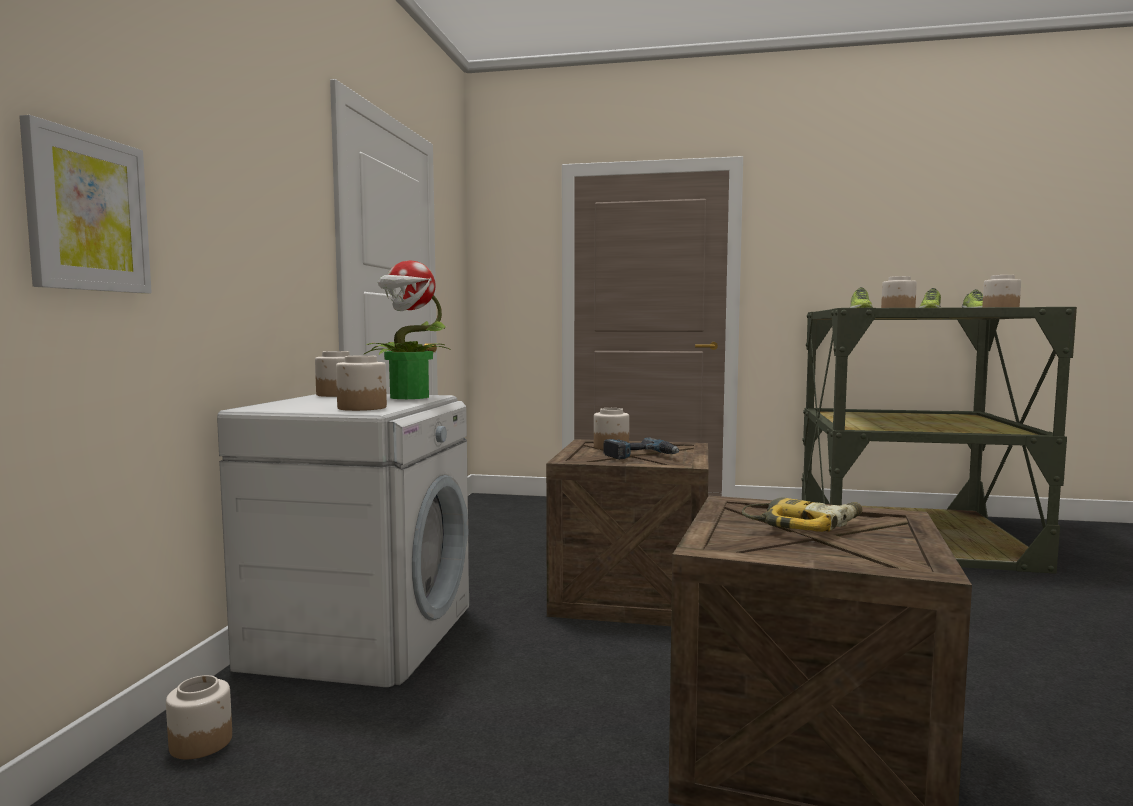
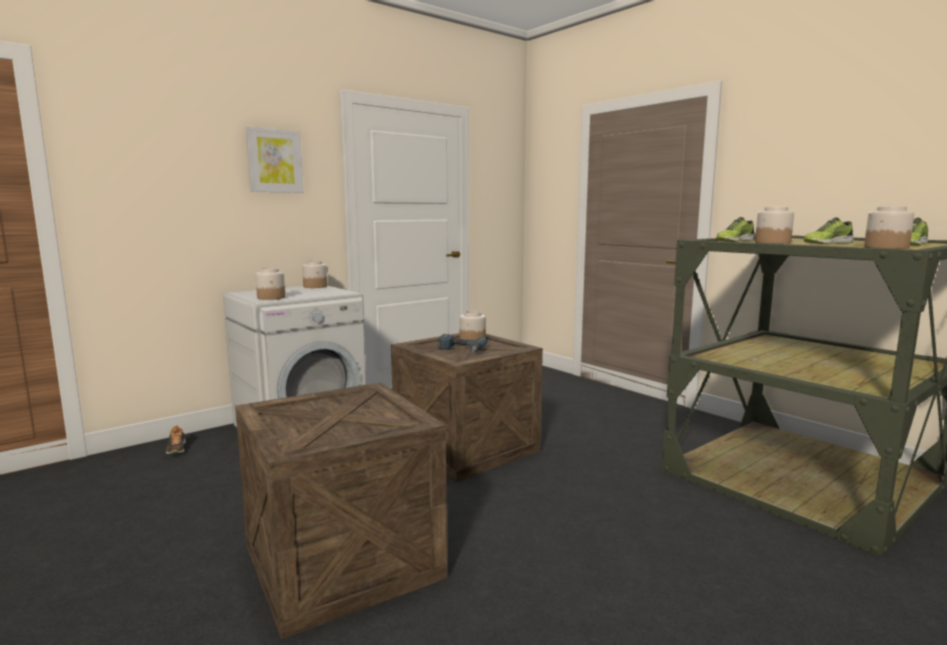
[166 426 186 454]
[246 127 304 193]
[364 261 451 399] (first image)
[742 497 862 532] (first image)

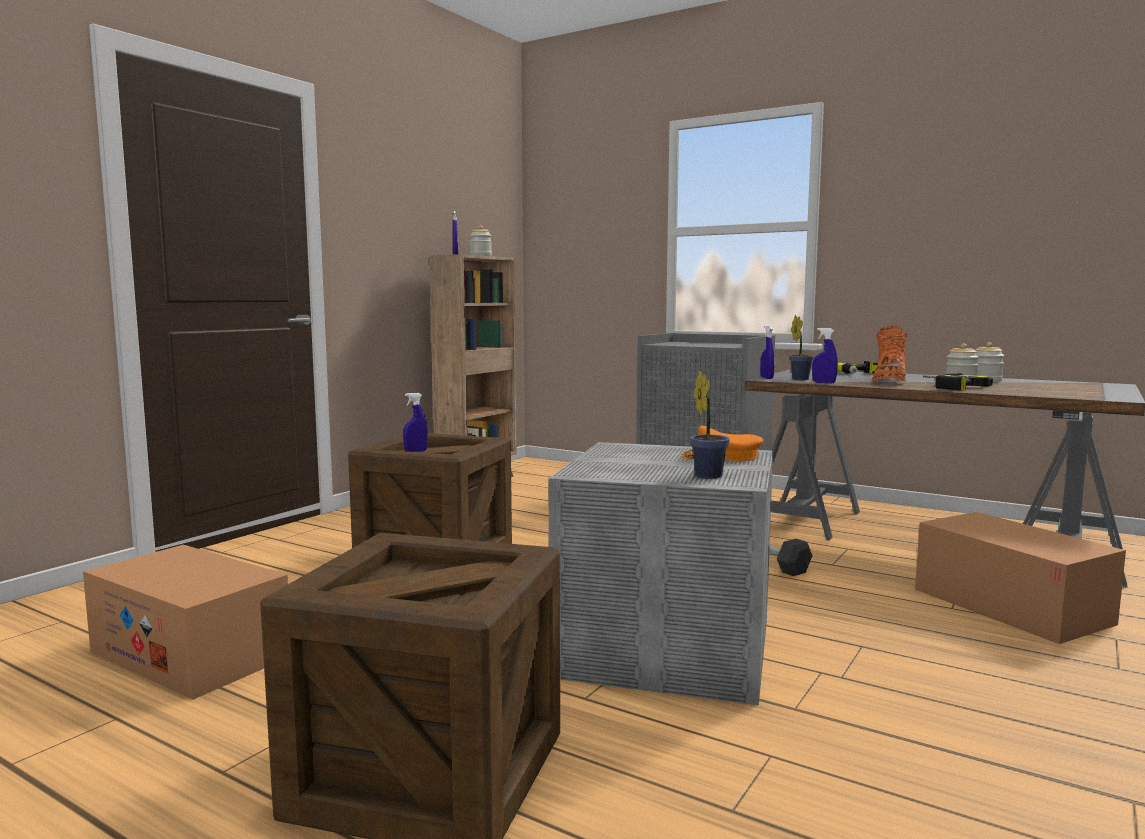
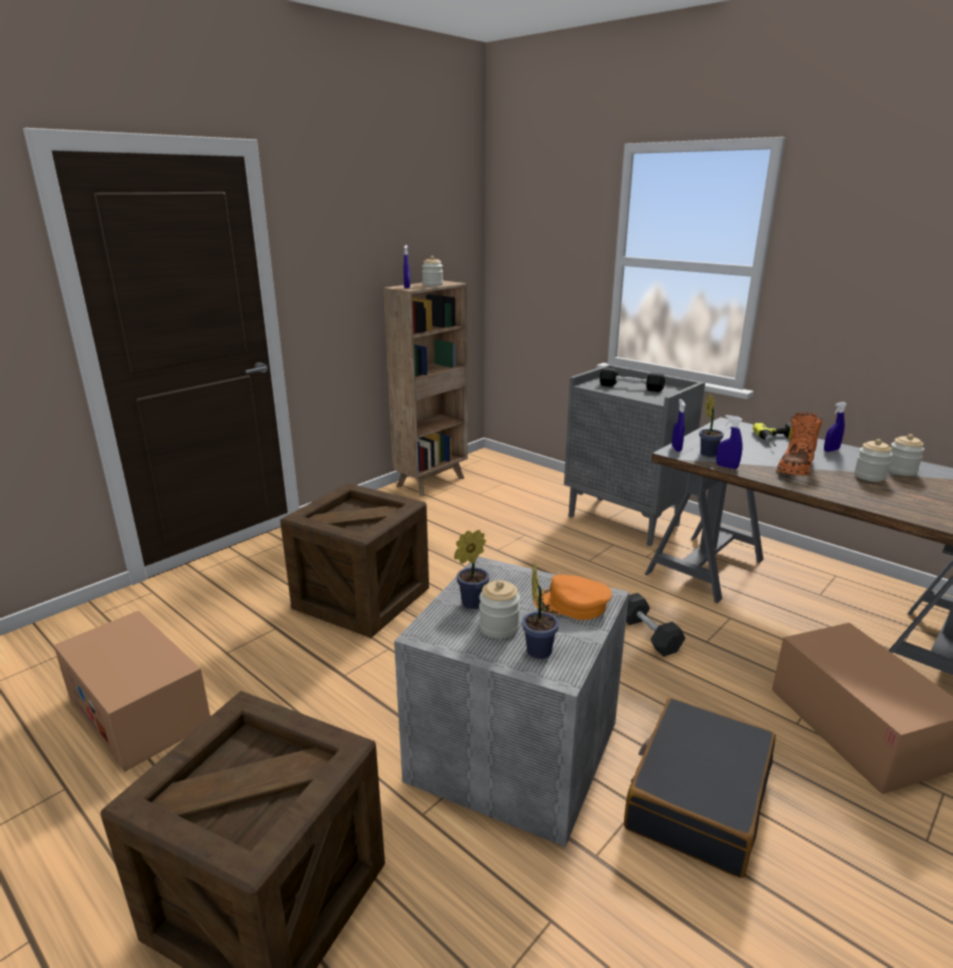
[454 530 489 609]
[479 580 520 639]
[599 368 665 392]
[624 698 776 878]
[824 402 847 452]
[923 373 993 391] (first image)

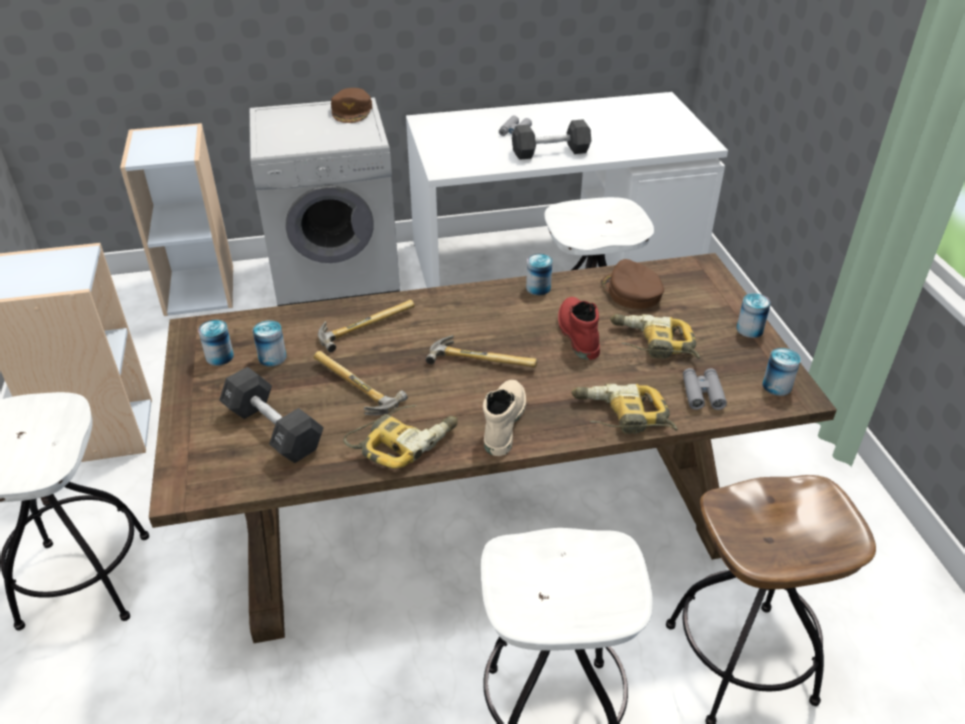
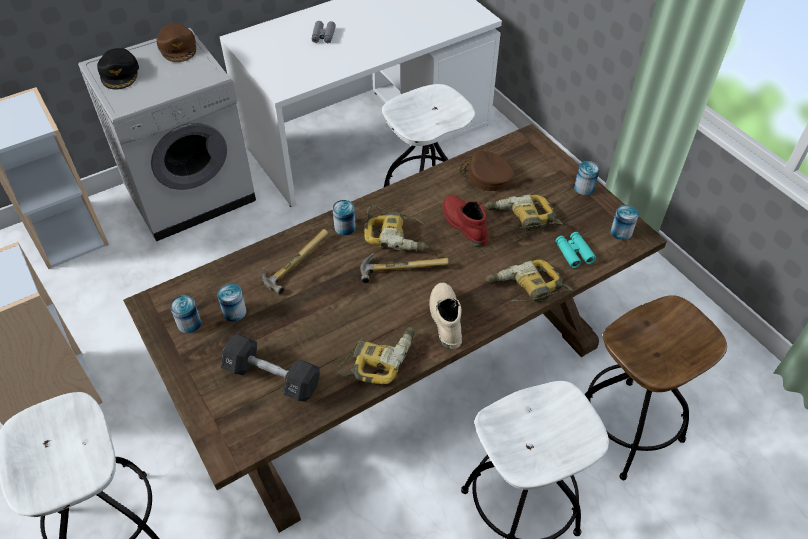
[97 48 139 89]
[333 200 356 235]
[364 205 429 252]
[556 232 596 268]
[313 351 408 415] (first image)
[512 119 591 160] (first image)

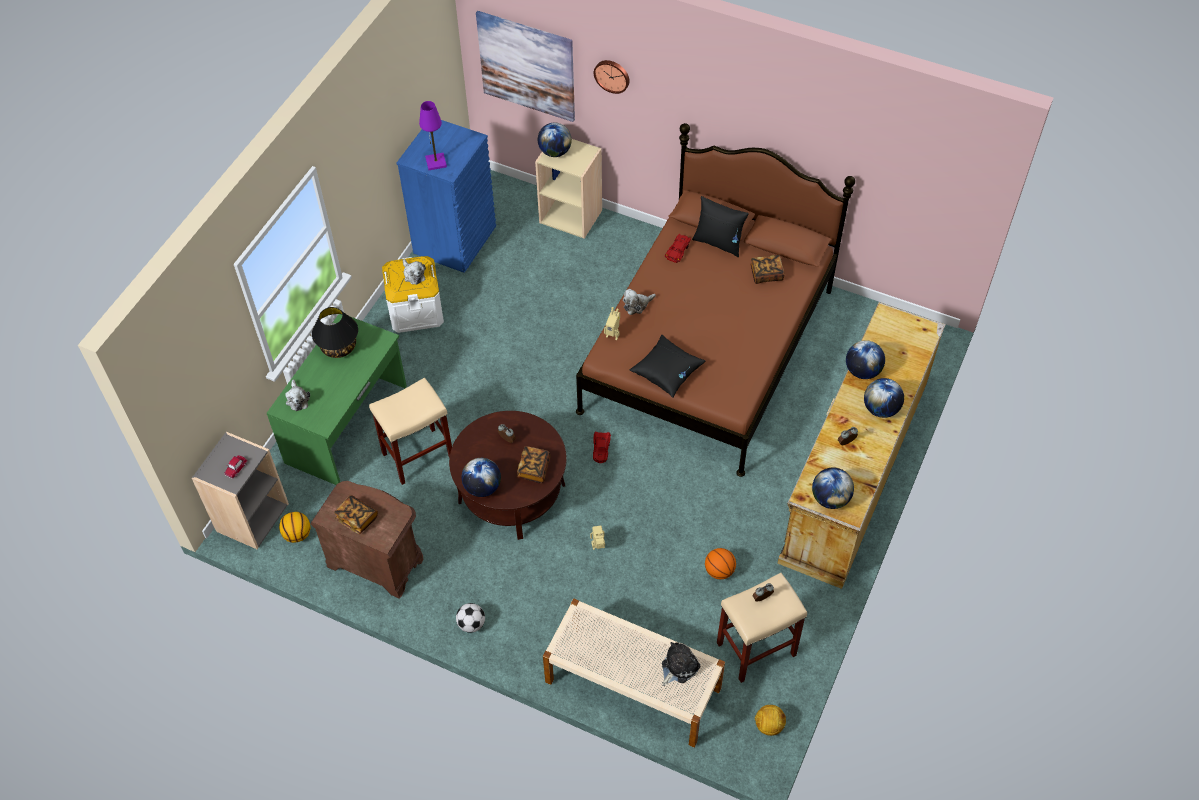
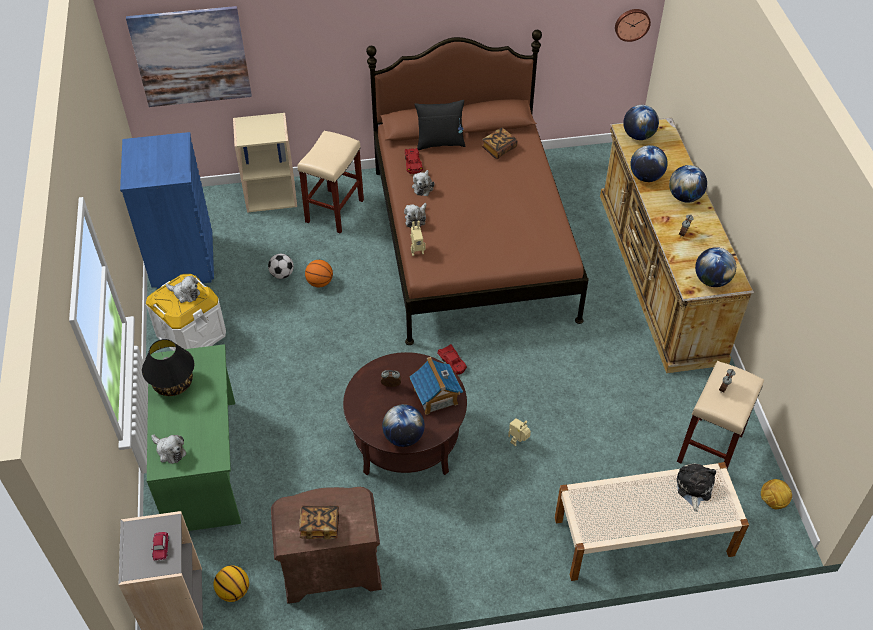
[268 254 294 279]
[297 131 364 234]
[305 260 333 287]
[409 357 463 415]
[412 170 435 196]
[615 9 651 42]
[623 105 659 140]
[419 101 447 170] (first image)
[630 335 705 398] (first image)

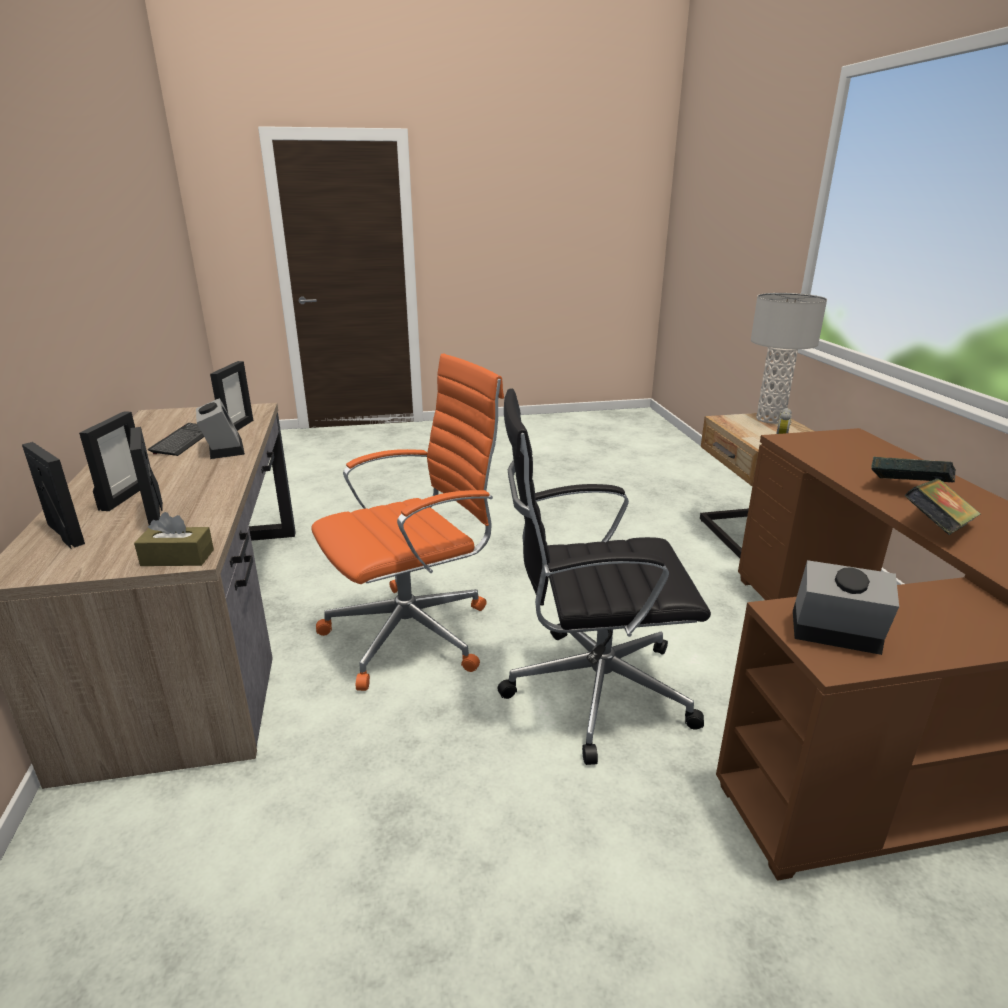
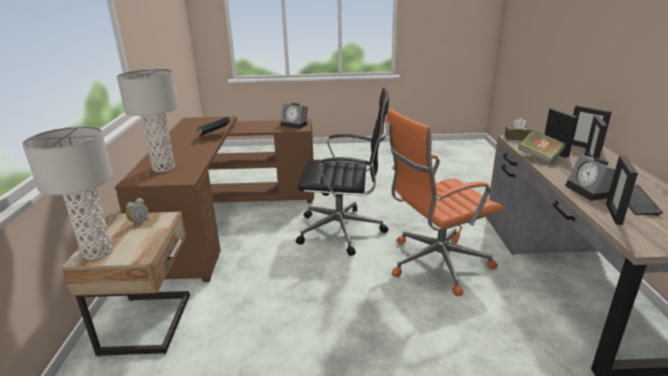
[117 69 178 172]
[518 130 566 164]

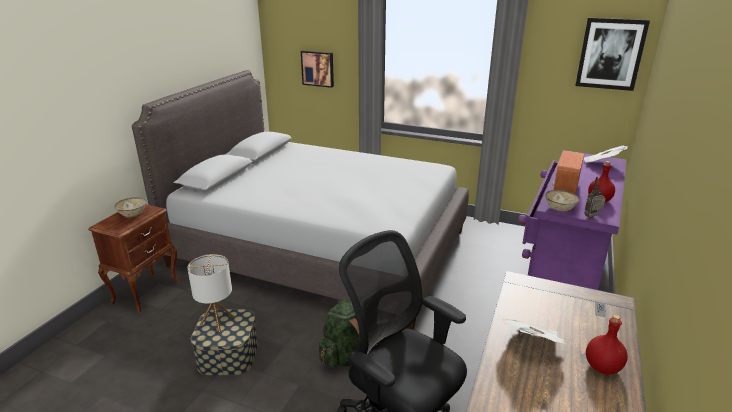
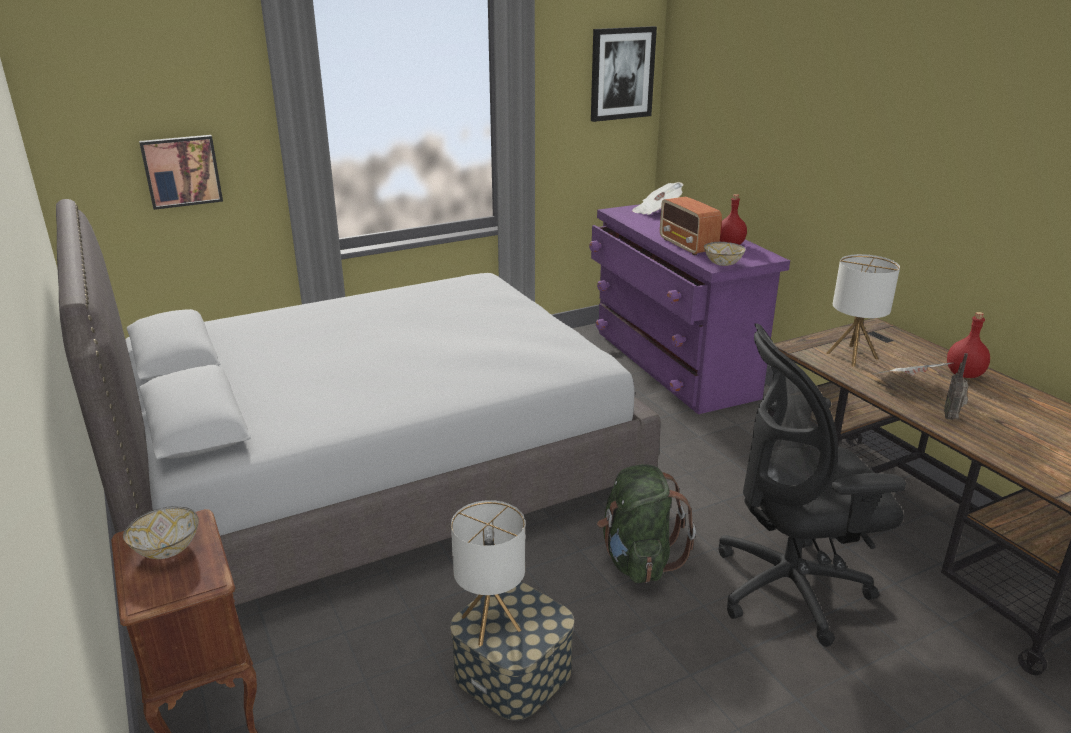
[826 254 900 367]
[944 353 968 420]

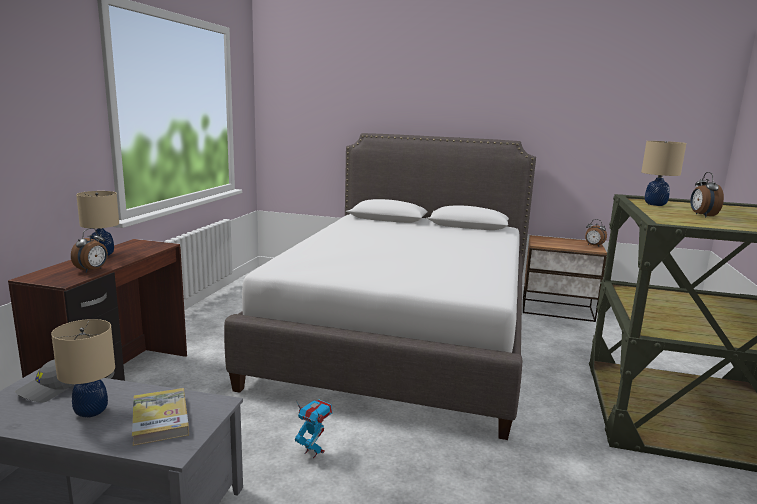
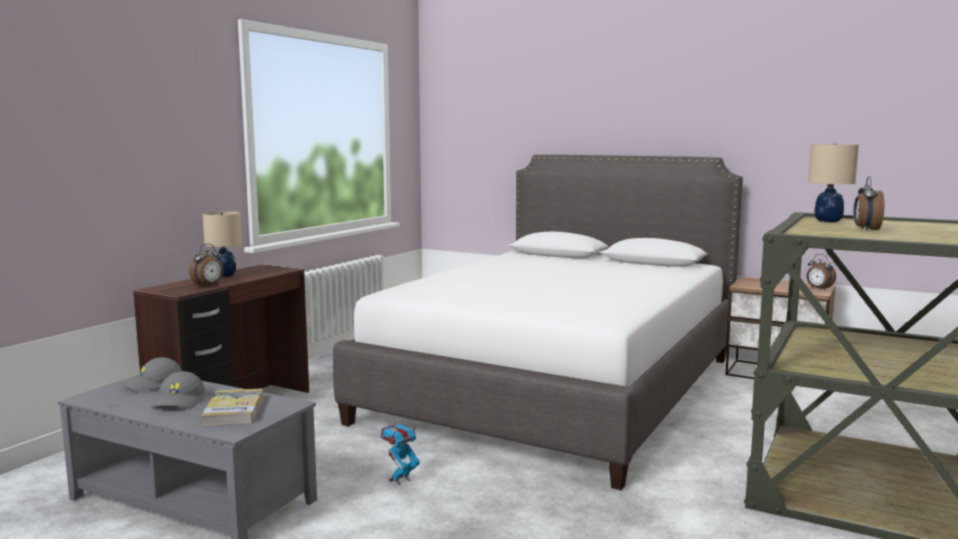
[151 371 205 408]
[380 420 420 485]

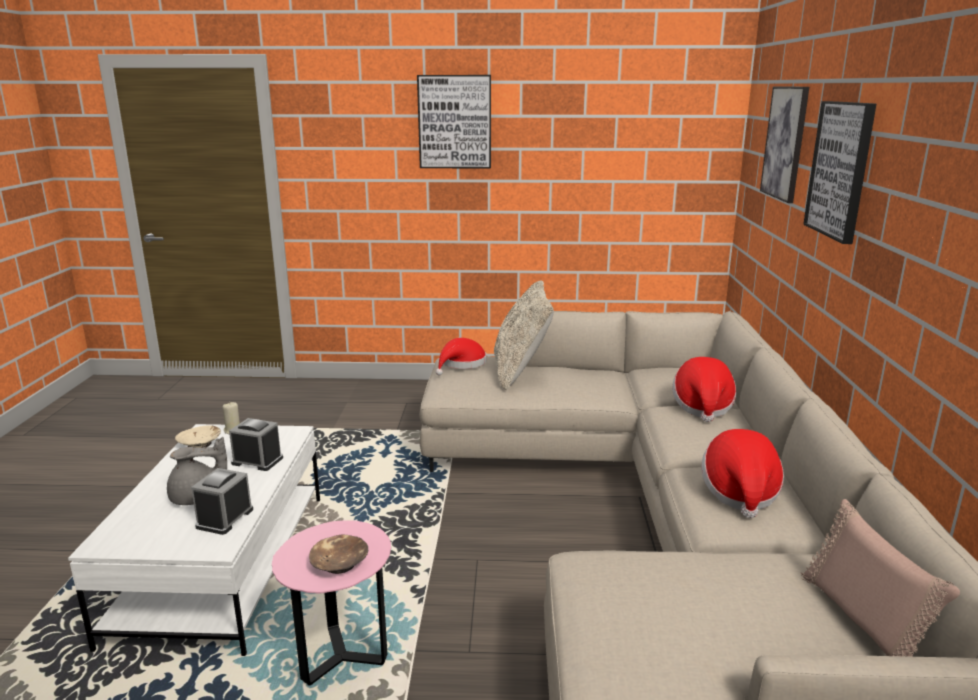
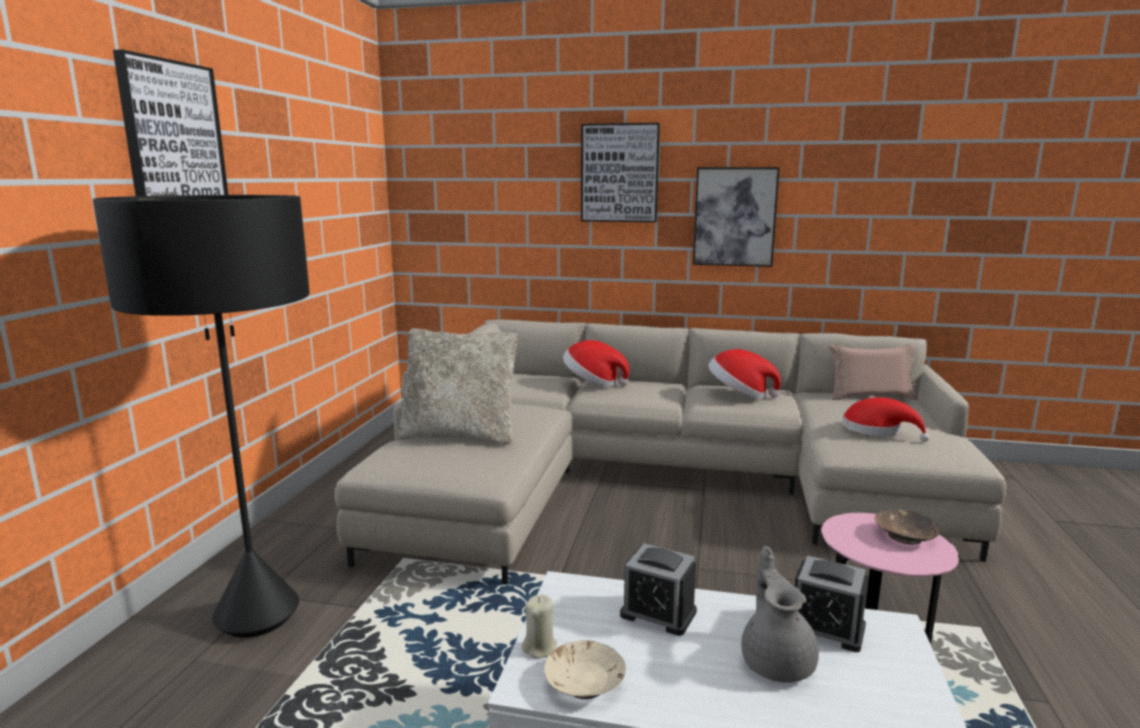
[93 195 310 638]
[620 543 697 636]
[693 167 780 267]
[842 397 930 442]

